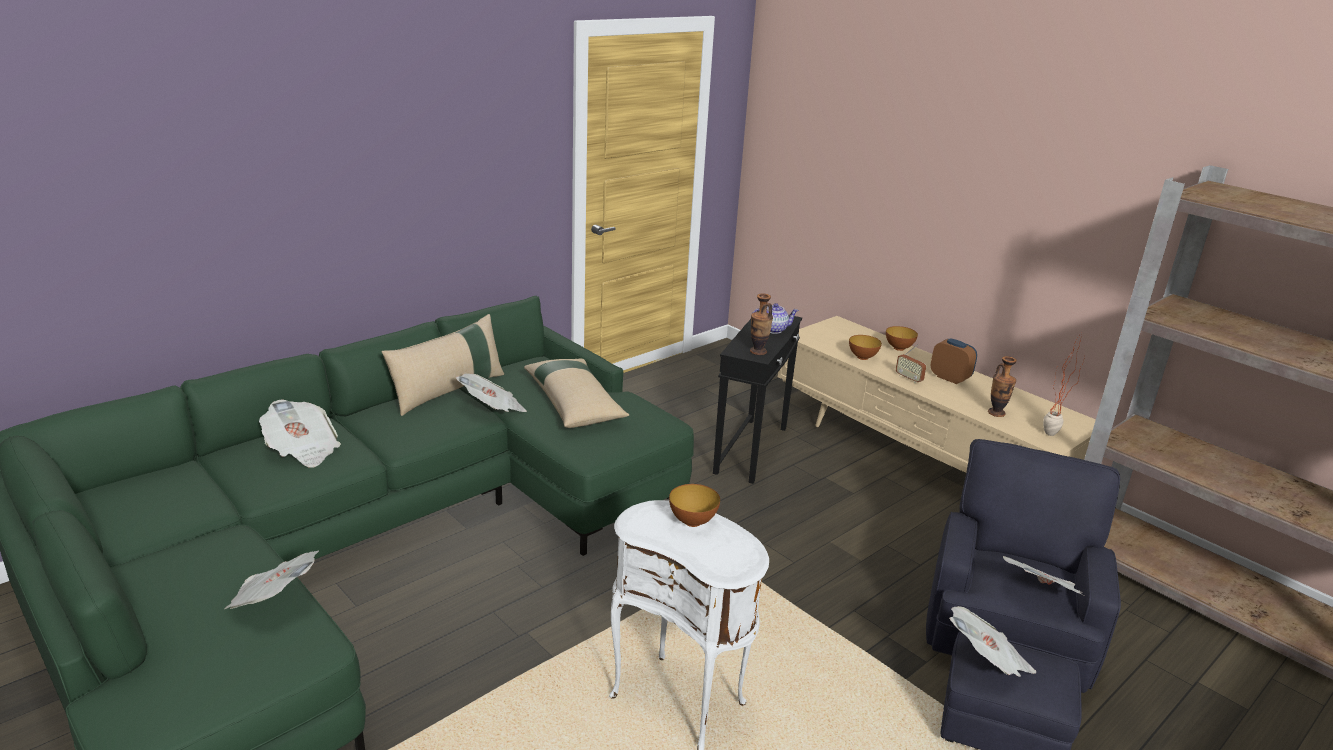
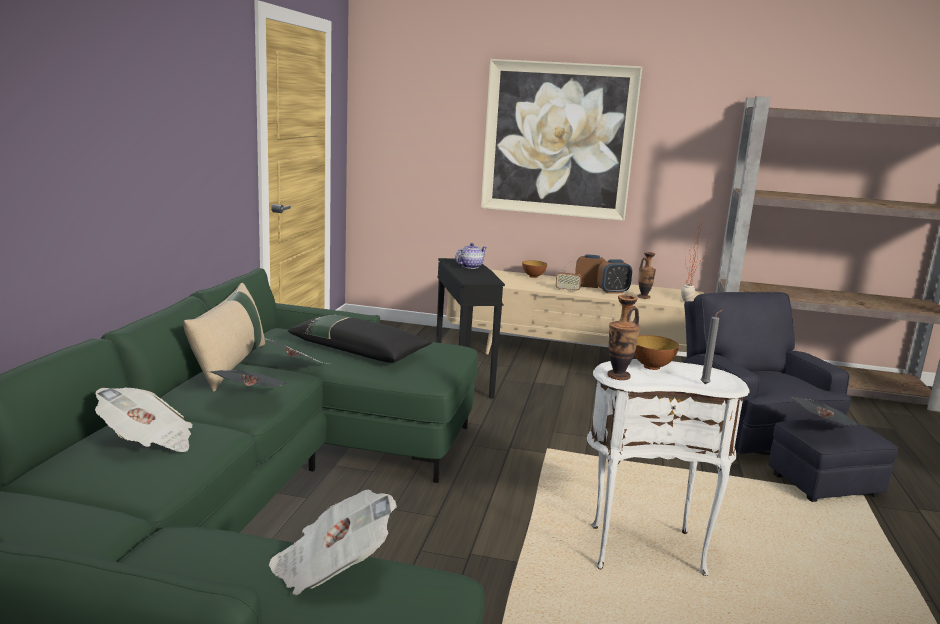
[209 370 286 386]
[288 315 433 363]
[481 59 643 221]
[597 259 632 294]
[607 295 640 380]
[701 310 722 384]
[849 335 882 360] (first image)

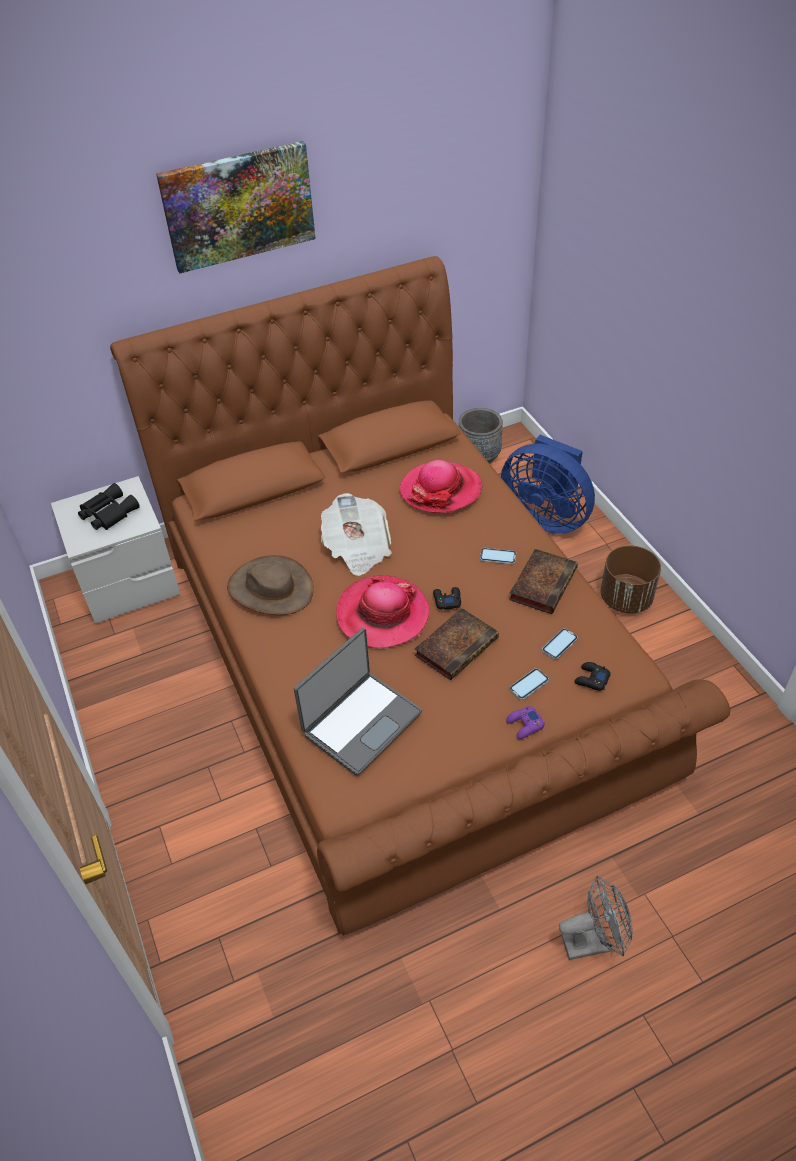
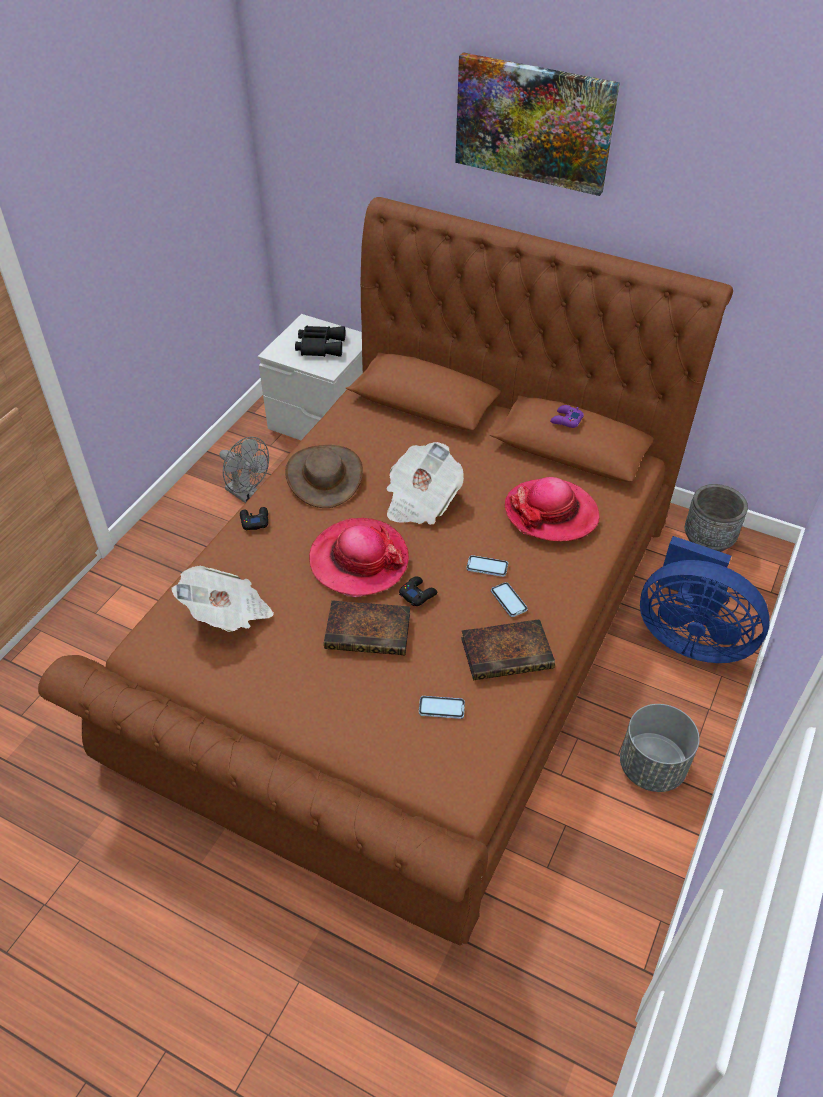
[171 566 274 632]
[220 437 269 503]
[240 507 268 531]
[466 555 508 577]
[550 405 584 428]
[620 704 700 792]
[640 536 769 663]

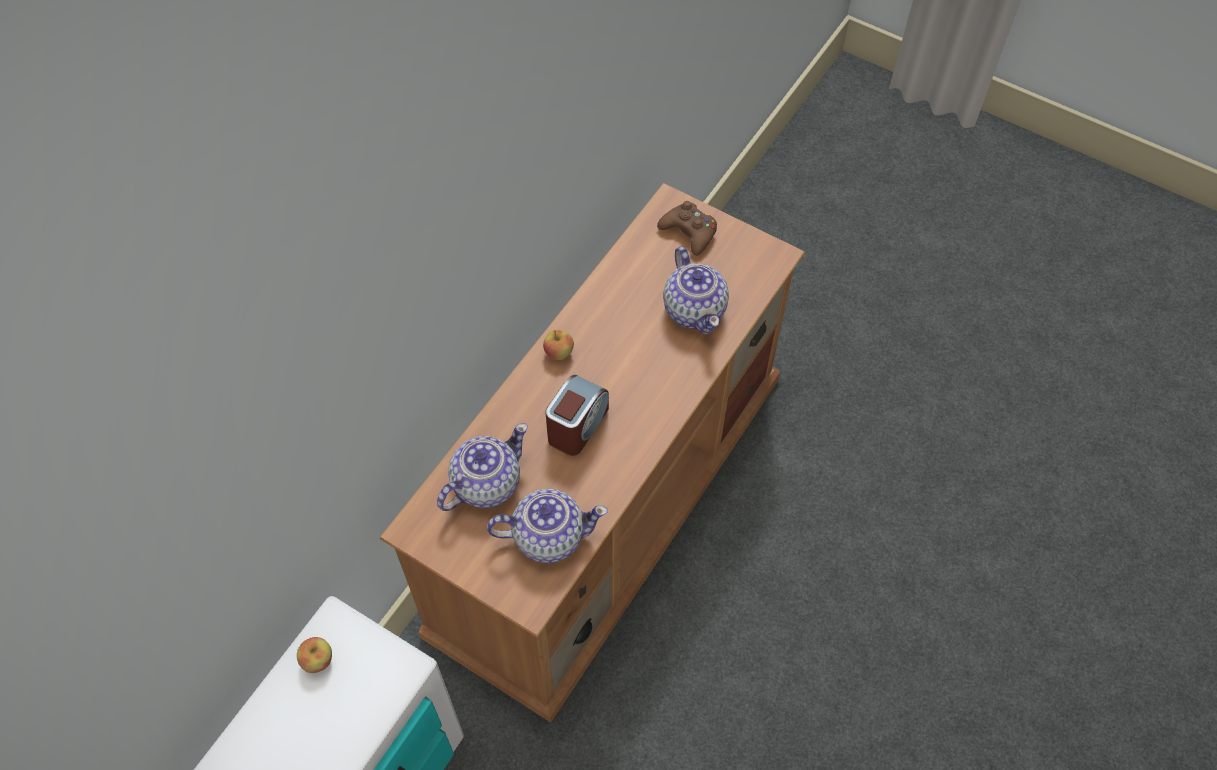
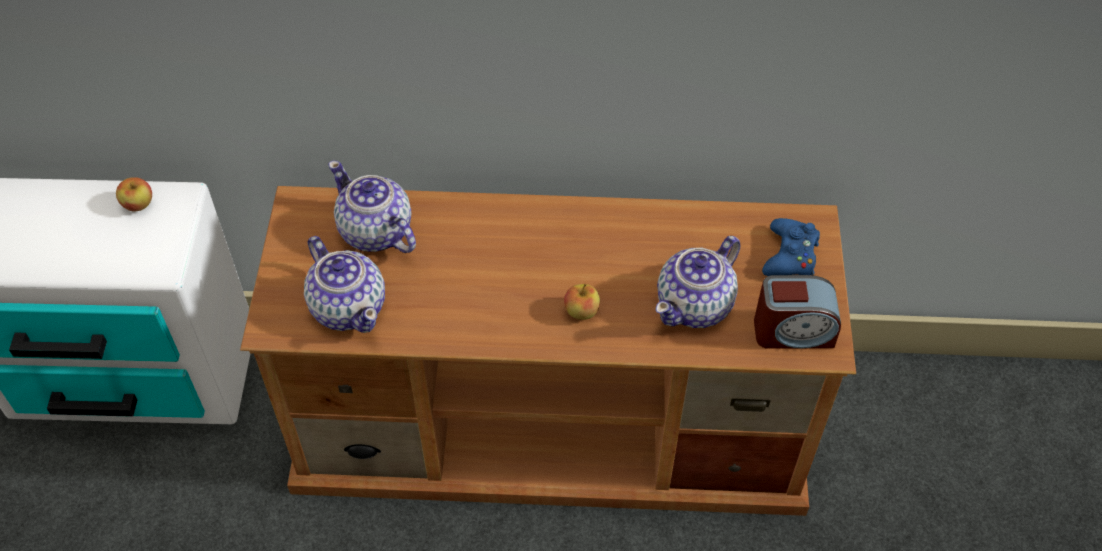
[328 161 416 253]
[564 284 600 320]
[754 275 841 349]
[762 218 820 276]

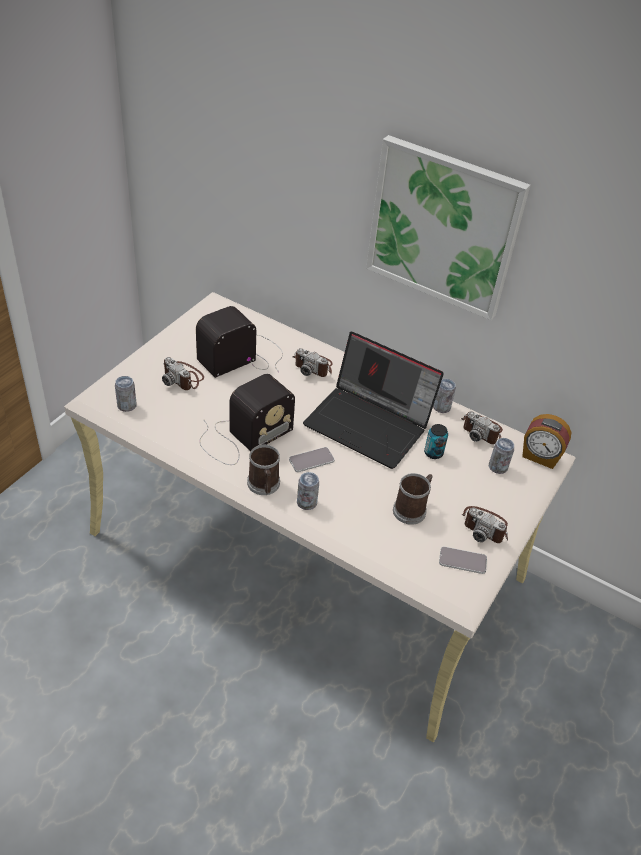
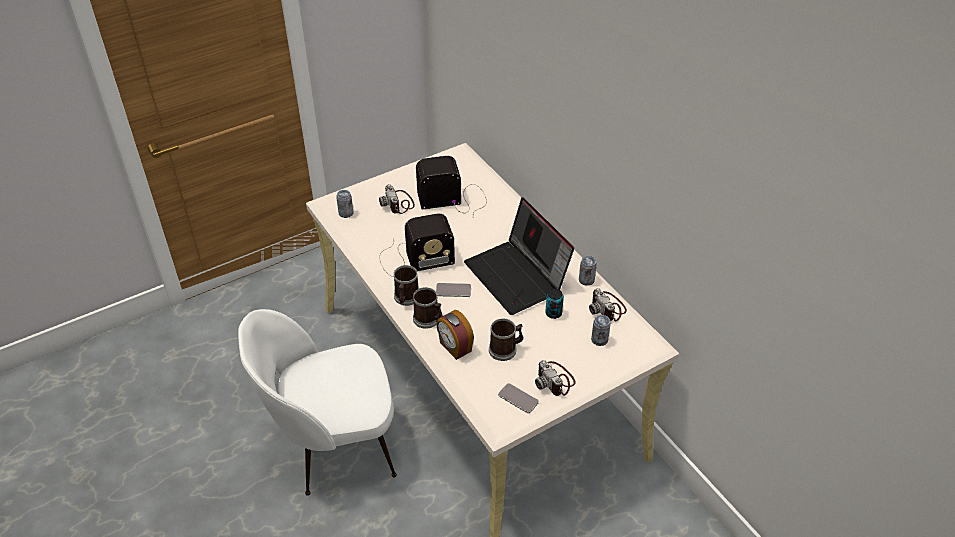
[238 309 397 496]
[413 287 442 329]
[436 310 474 360]
[292 348 333 377] (first image)
[366 135 530 320] (first image)

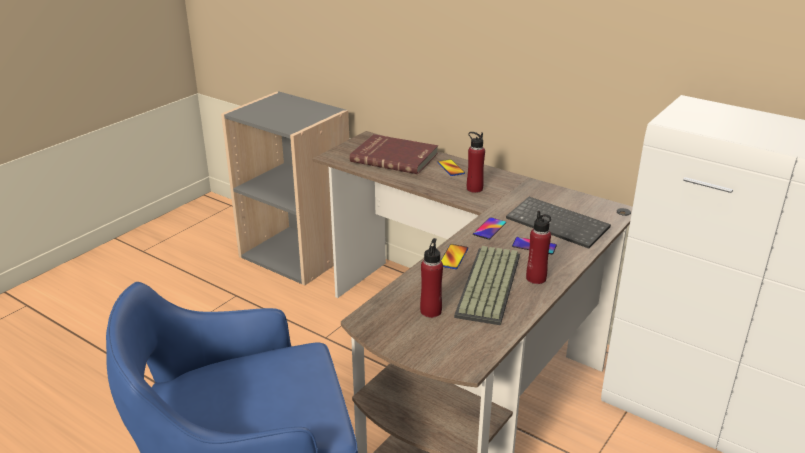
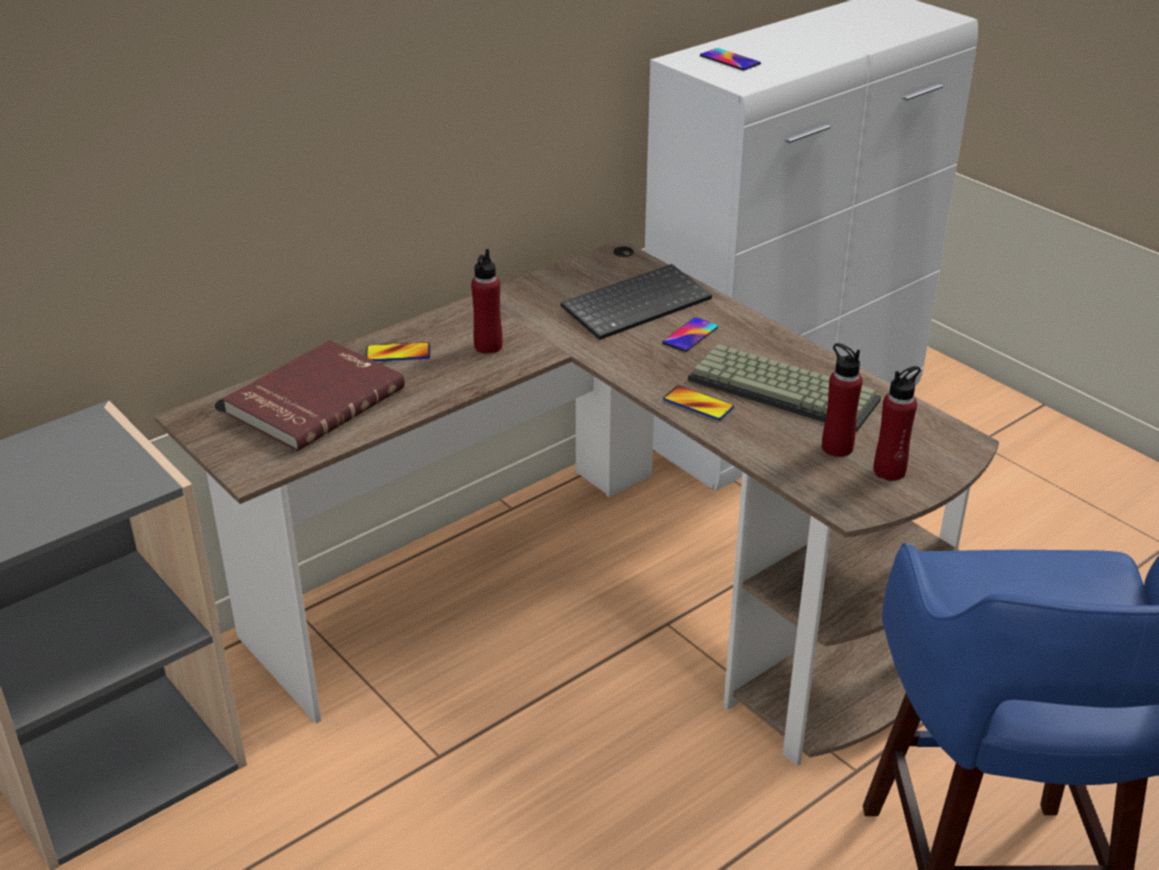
[700 48 761 70]
[873 366 921 481]

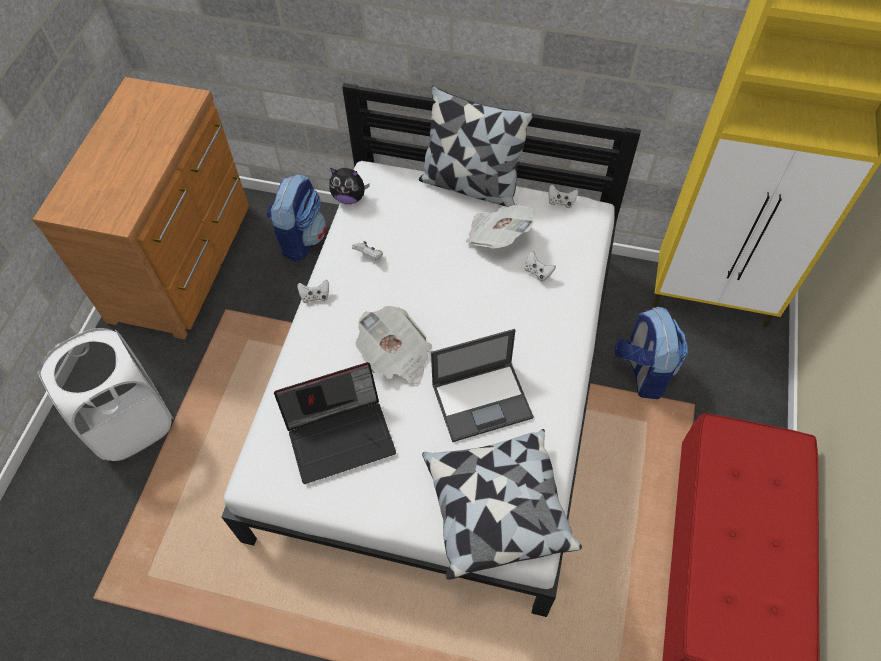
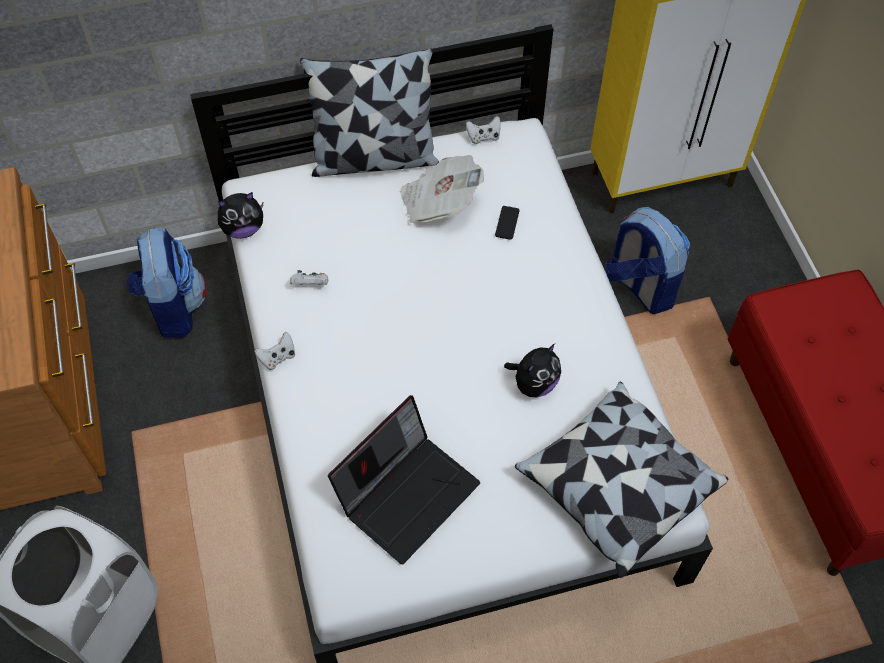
[495 206 520 240]
[504 344 561 397]
[356 306 432 384] (first image)

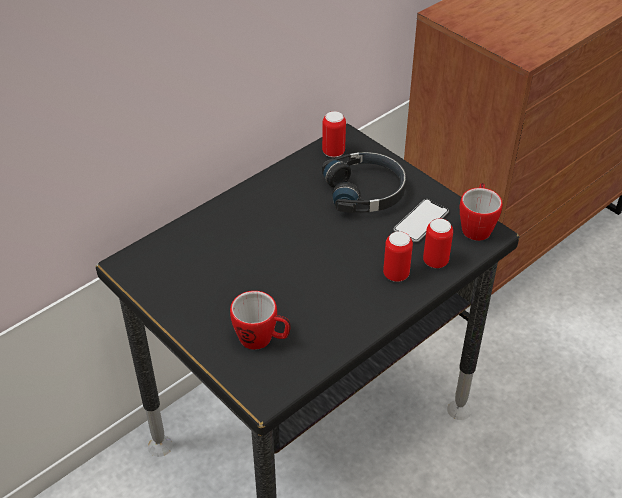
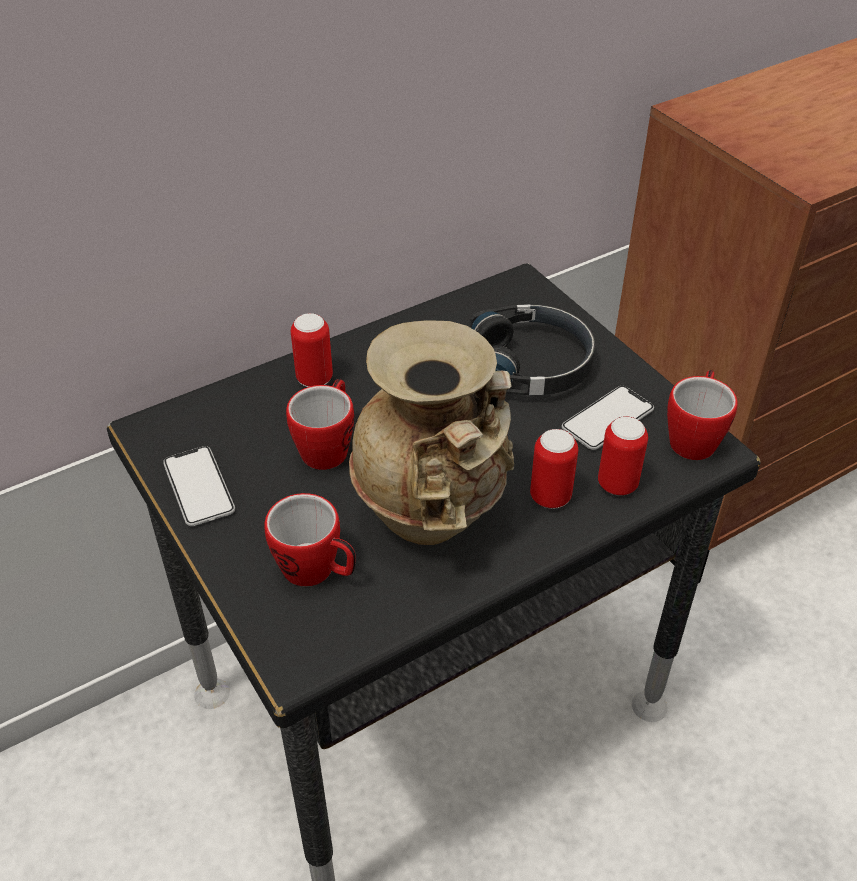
[163 446 235 526]
[286 379 354 470]
[291 313 333 387]
[349 320 514 545]

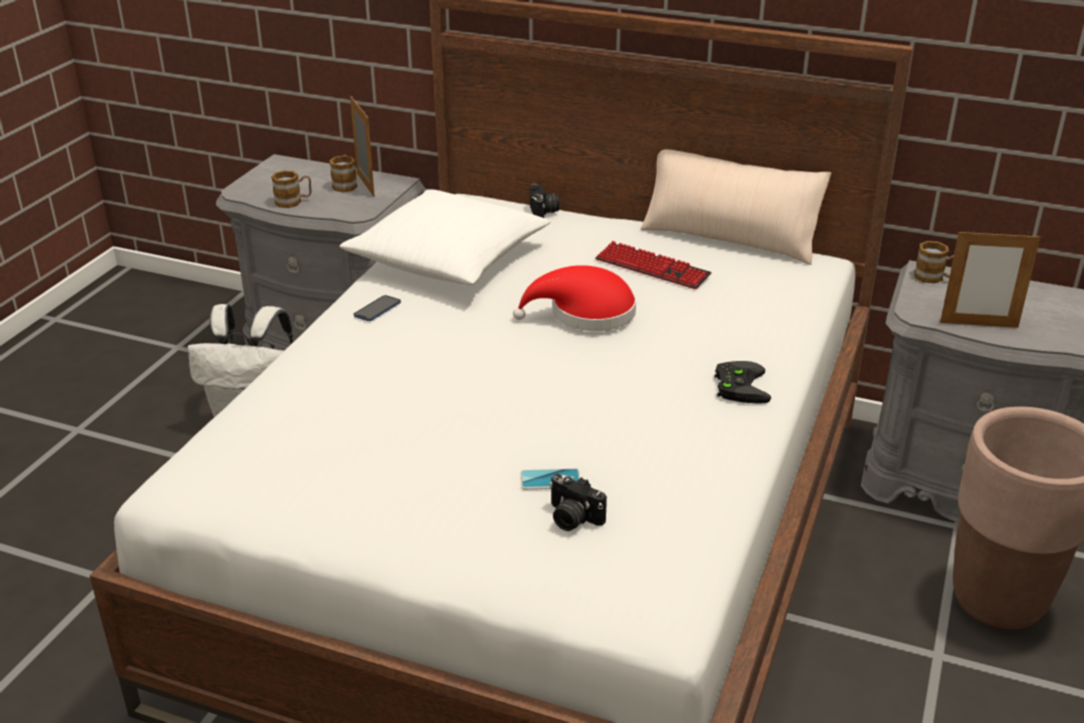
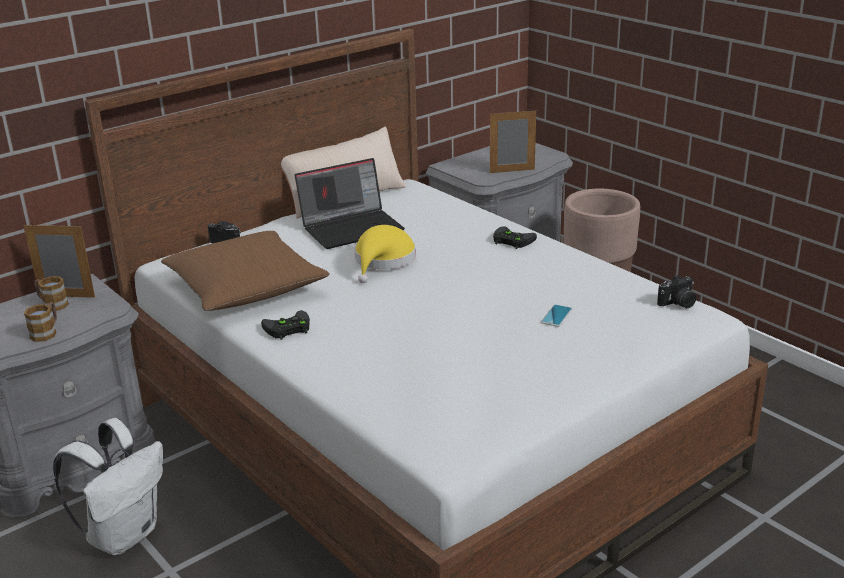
[161 231 330 311]
[261 310 310 340]
[295 158 405 249]
[354 225 416 283]
[490 109 536 173]
[657 275 696 308]
[914 241 954 284] (first image)

